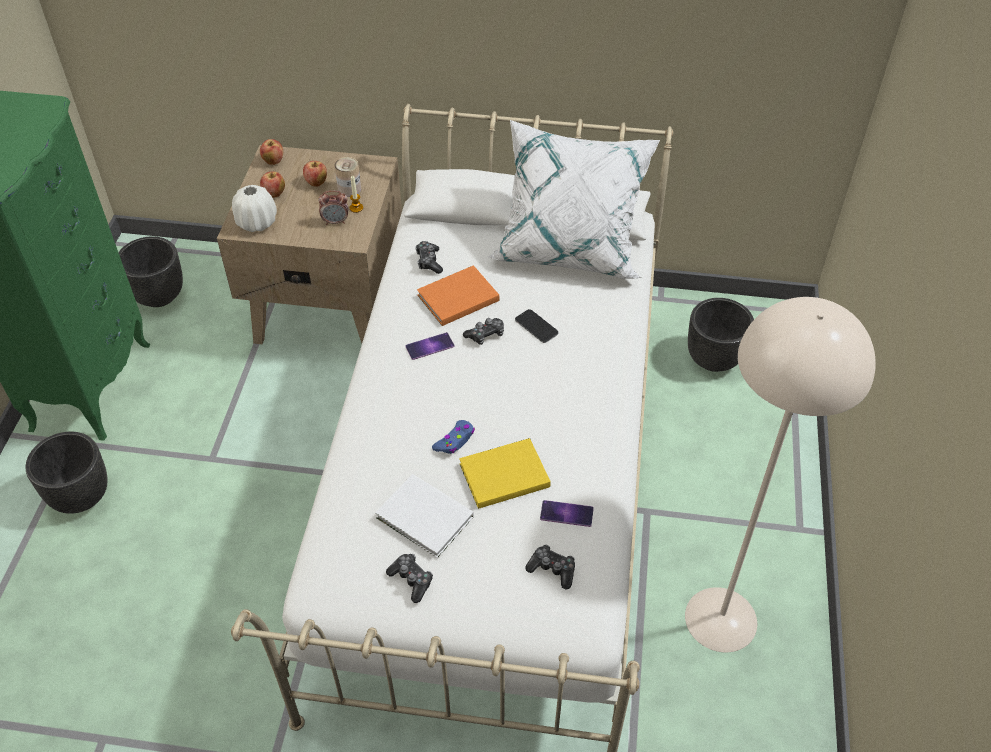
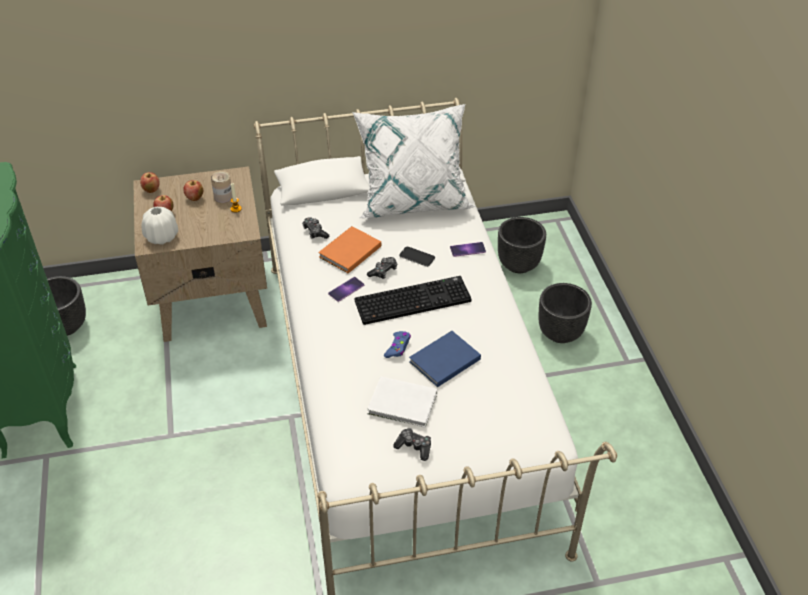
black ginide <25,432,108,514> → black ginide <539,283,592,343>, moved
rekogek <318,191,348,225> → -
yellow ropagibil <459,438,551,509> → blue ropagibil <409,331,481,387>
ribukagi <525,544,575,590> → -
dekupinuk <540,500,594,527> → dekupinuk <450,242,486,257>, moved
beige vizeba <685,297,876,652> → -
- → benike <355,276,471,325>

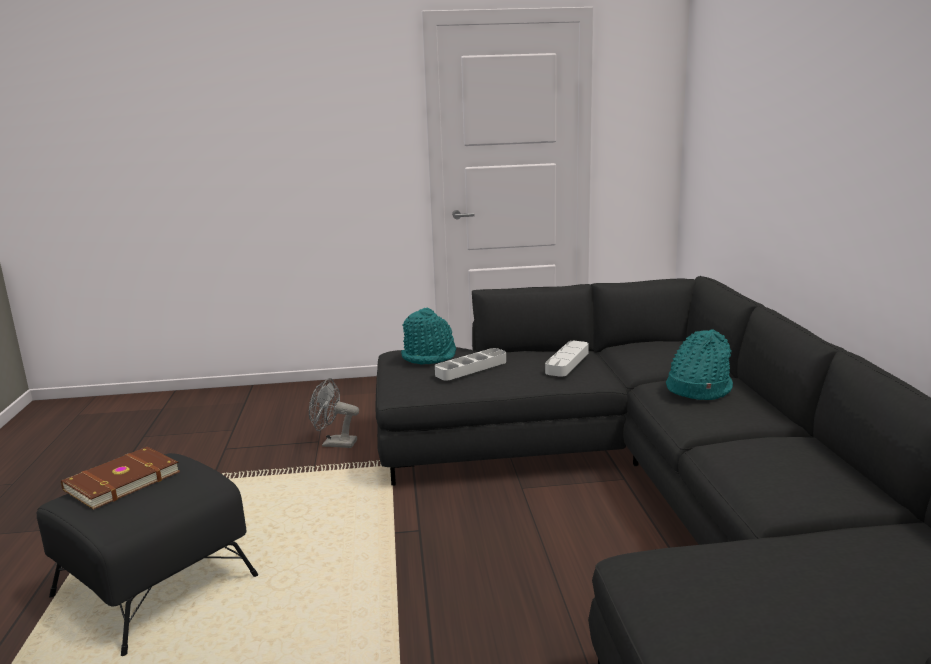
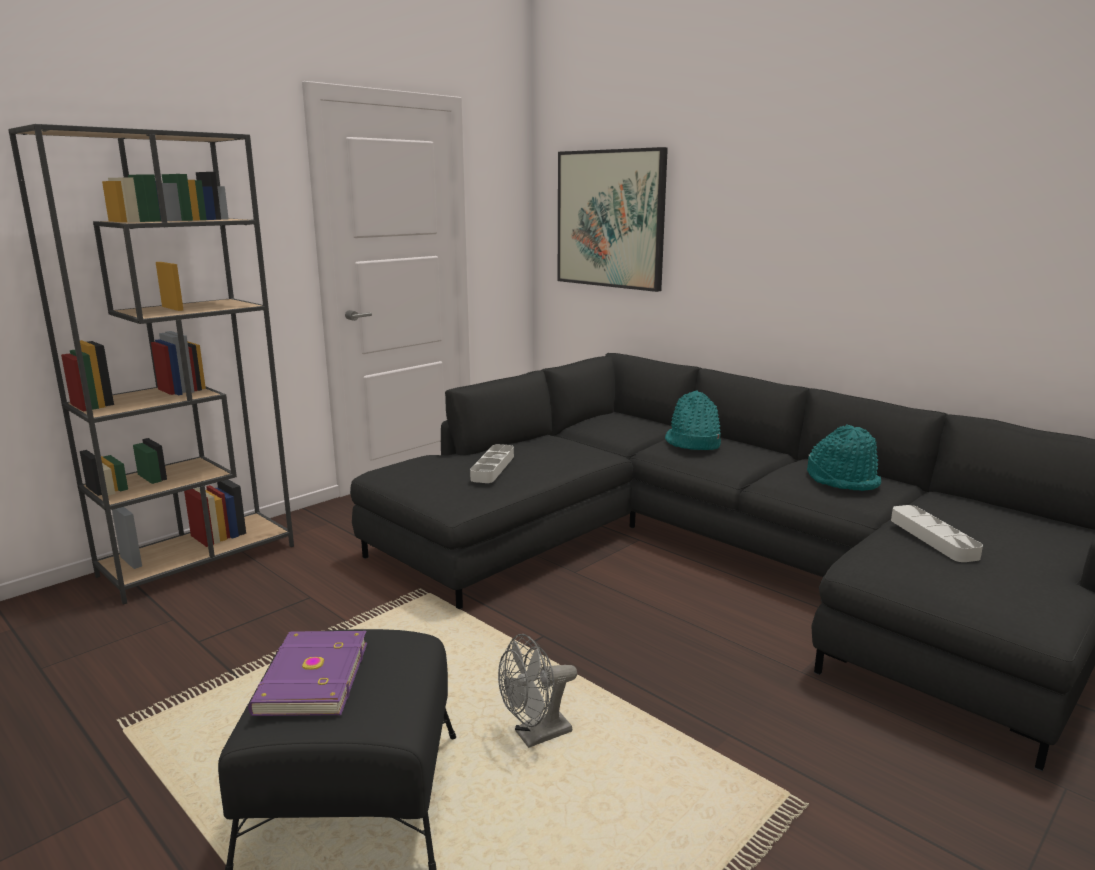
brown ropagibil <61,447,180,510> → purple ropagibil <248,631,367,716>
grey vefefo <309,378,359,448> → grey vefefo <498,634,577,748>, moved
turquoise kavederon <401,307,456,365> → turquoise kavederon <807,424,881,491>, moved
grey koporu <545,341,589,377> → grey koporu <891,505,983,562>, moved
- → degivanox <8,124,294,605>
- → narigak <558,147,668,292>

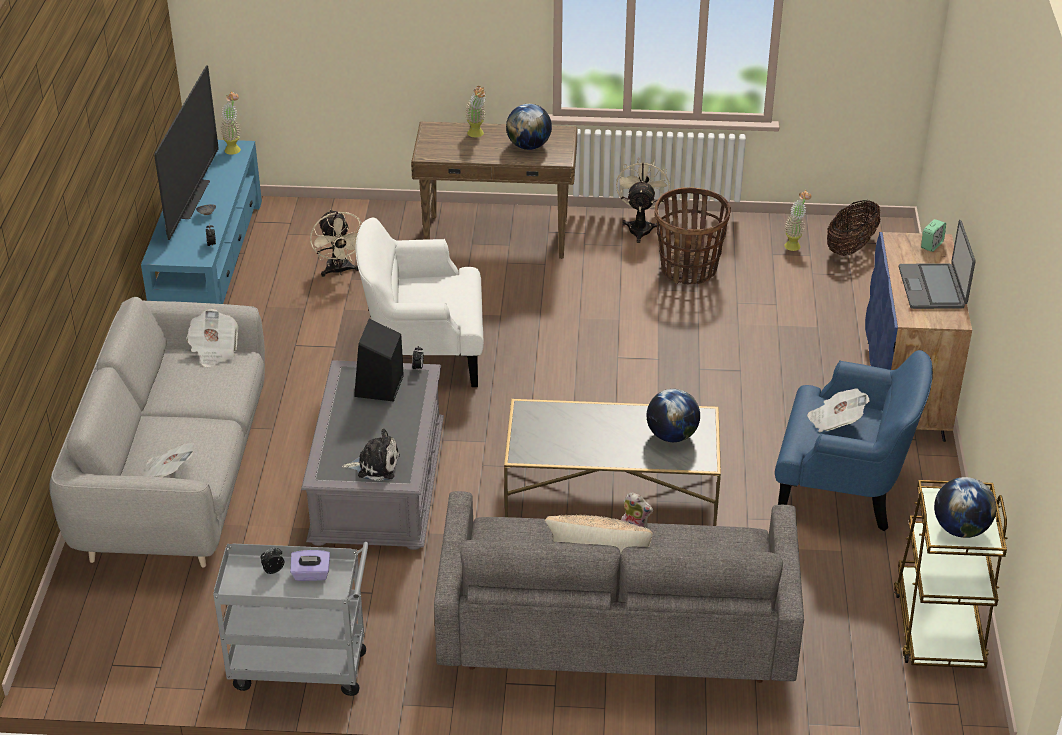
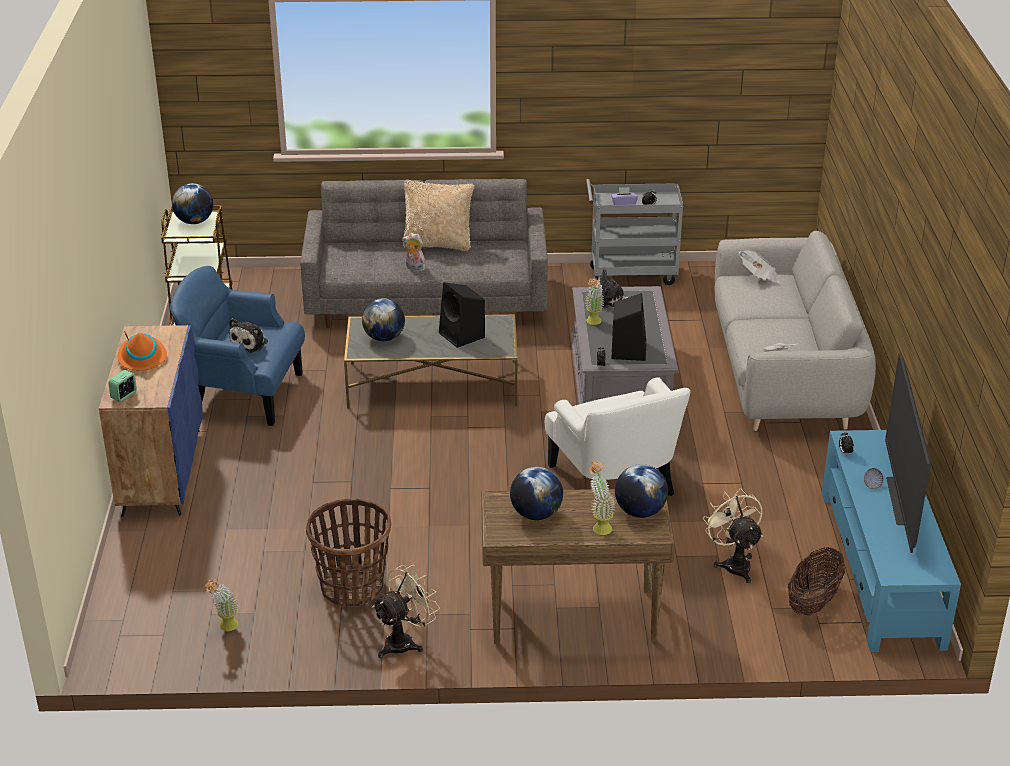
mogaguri <220,91,241,155> → mogaguri <585,277,605,325>, moved
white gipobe <356,218,484,387> → white gipobe <545,377,691,496>, 75 degrees clockwise
beige vefefo <616,158,670,243> → beige vefefo <372,565,440,658>, 135 degrees counterclockwise
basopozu <807,388,869,432> → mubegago <229,318,268,353>
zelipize <827,200,880,256> → zelipize <788,547,845,616>, moved
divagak <899,220,975,309> → orange kavederon <118,331,167,370>
- → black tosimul <439,282,485,348>
- → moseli <615,464,668,518>

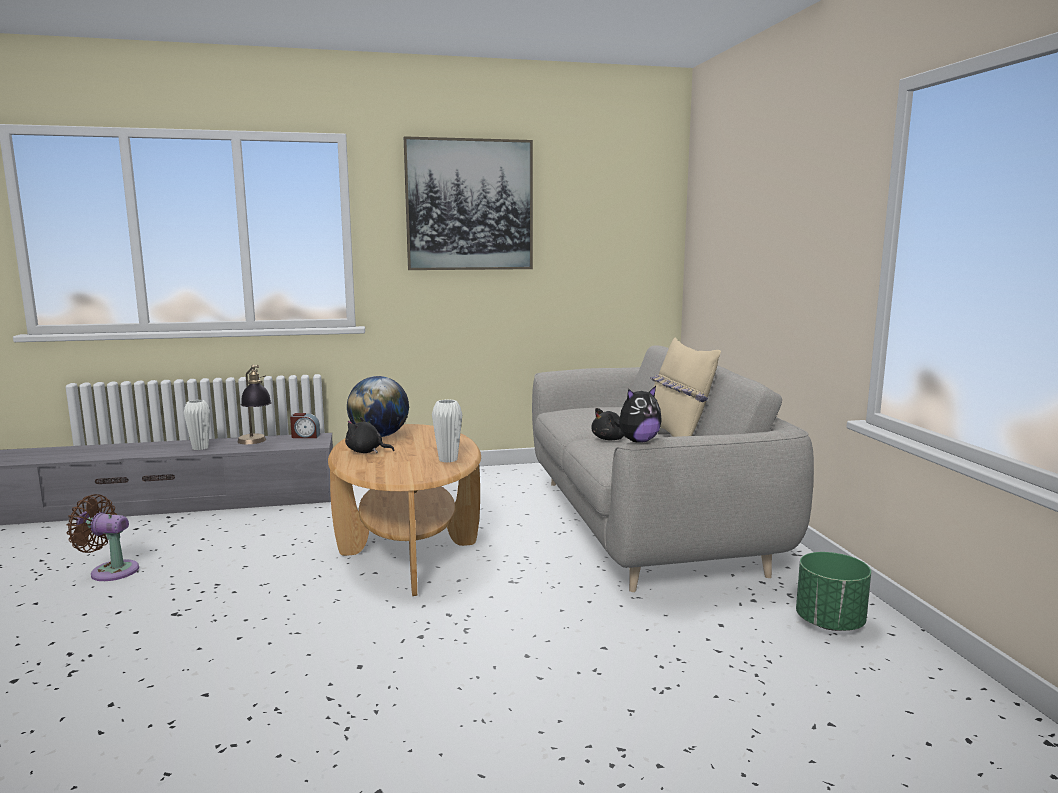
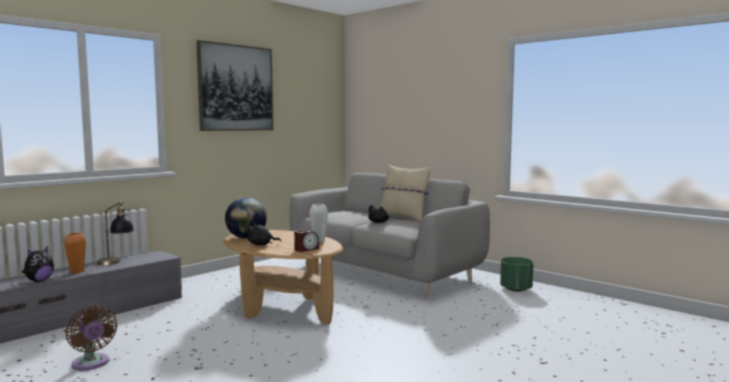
brown vefefo <66,494,139,581> → brown vefefo <65,305,117,370>, 105 degrees counterclockwise
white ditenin <184,400,210,450> → orange ditenin <64,233,86,274>
rekogek <290,413,320,438> → rekogek <294,229,319,252>, moved
mubegago <614,386,662,443> → mubegago <22,246,54,282>, moved

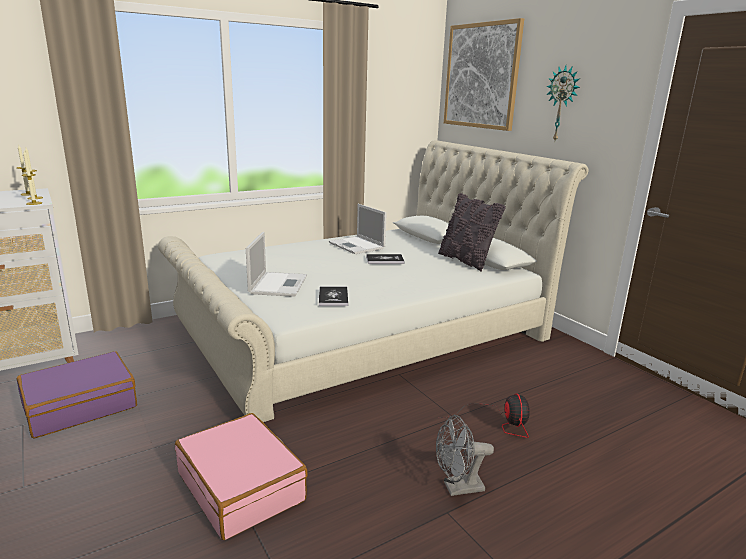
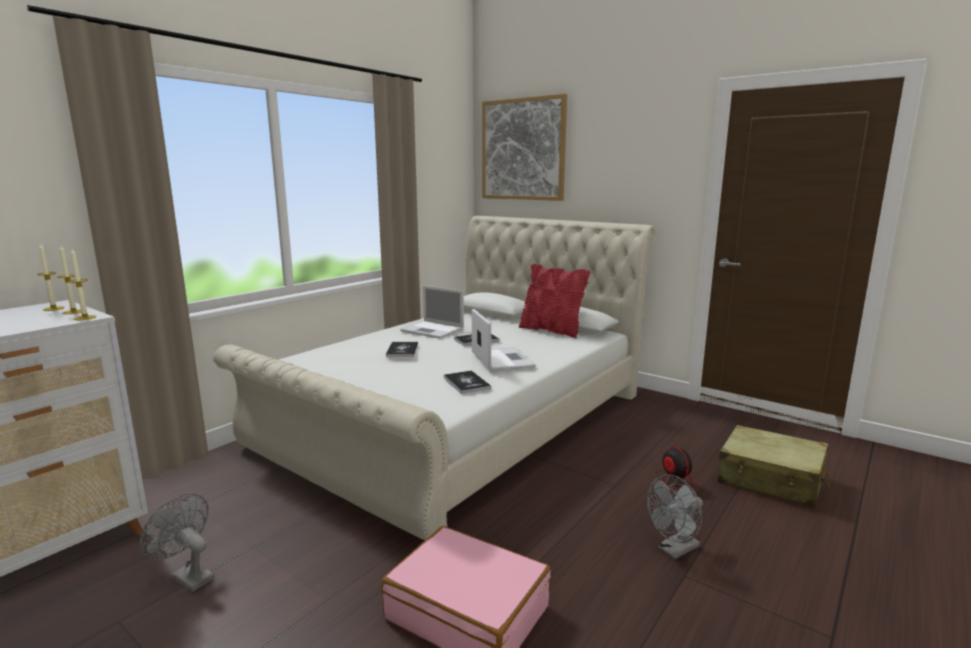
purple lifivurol <17,351,137,438> → grey vefefo <140,494,214,592>
divagak <246,232,307,297> → divagak <472,309,536,372>, moved
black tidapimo <438,193,506,272> → red tidapimo <519,264,590,338>
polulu <546,66,580,141> → -
- → ropagibil <386,342,418,357>
- → beige lifivurol <718,425,829,508>

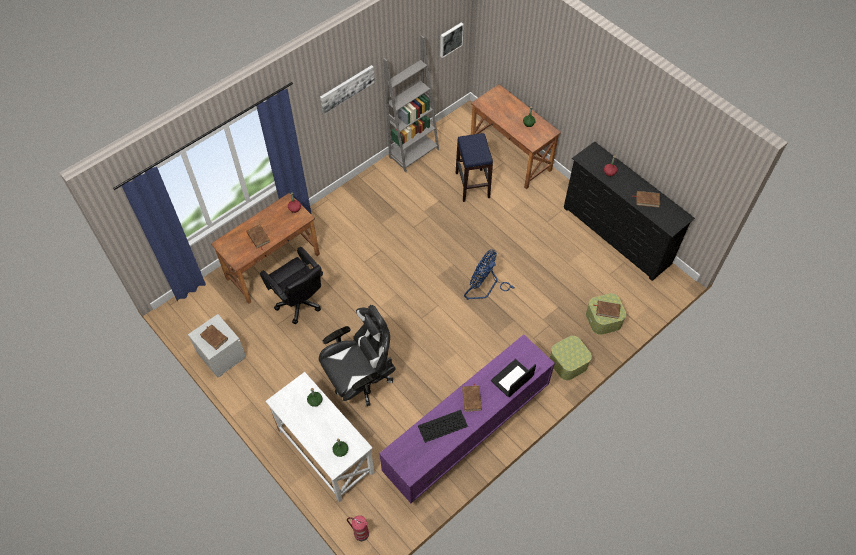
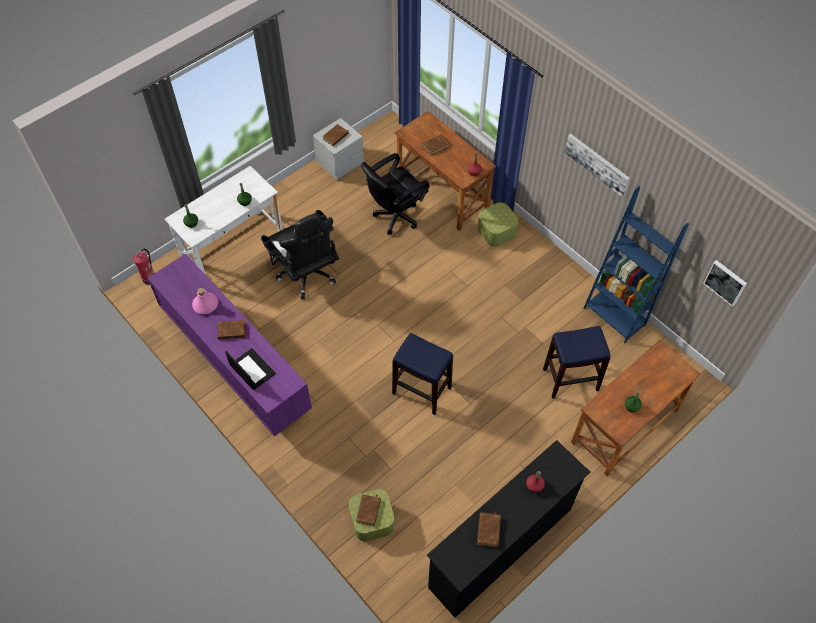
grey degivanox <383,35,439,172> → blue degivanox <583,186,689,344>
benike <418,410,468,443> → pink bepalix <192,288,218,314>
blue vefefo <464,249,514,300> → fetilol <392,333,453,415>
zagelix <550,336,592,380> → zagelix <478,202,519,247>, moved

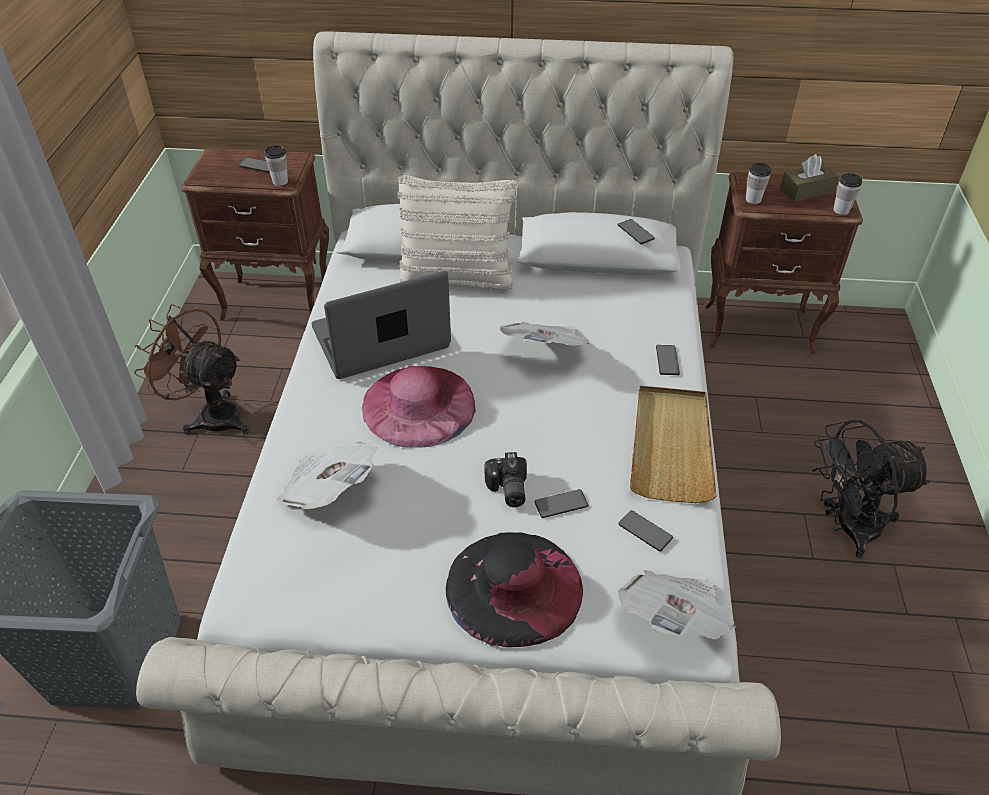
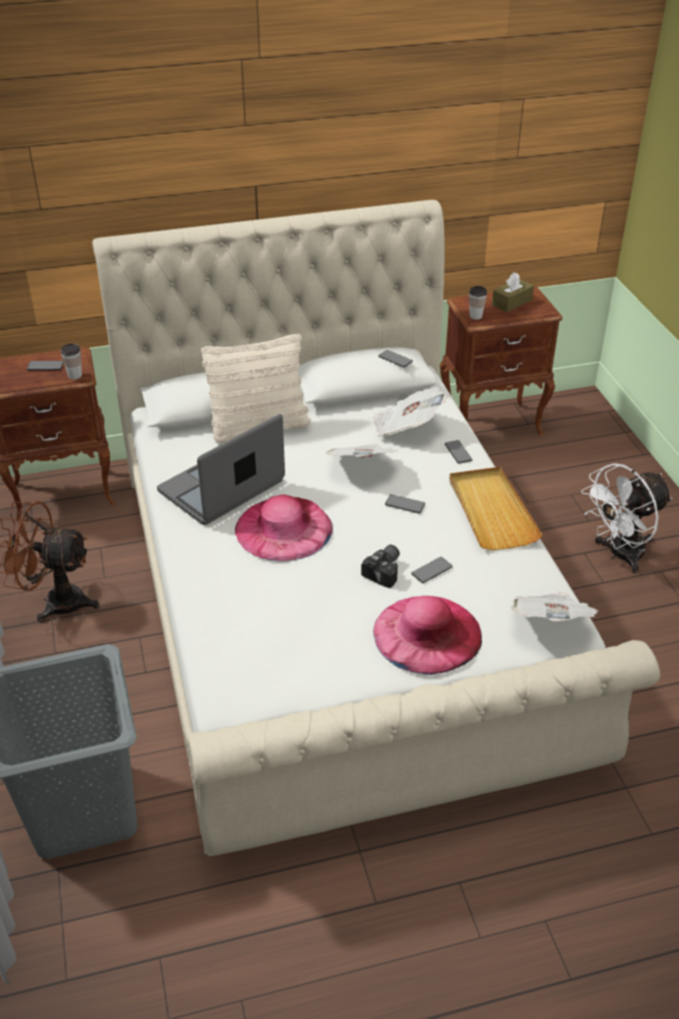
basopozu <276,442,378,509> → basopozu <373,387,446,437>, moved
black kavederon <446,532,583,647> → pink kavederon <373,596,482,675>
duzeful <485,452,527,507> → duzeful <361,545,400,588>, 120 degrees counterclockwise
dekupinuk <618,510,673,552> → dekupinuk <385,494,425,514>, moved
black vefefo <812,420,930,558> → white vefefo <581,463,672,573>
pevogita <833,173,863,215> → -

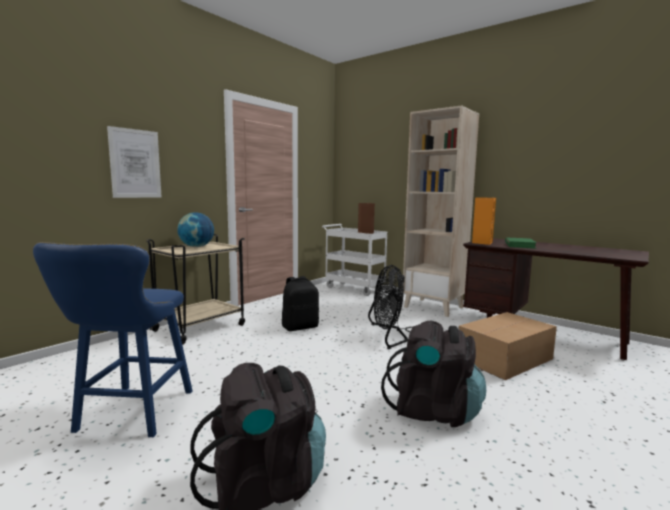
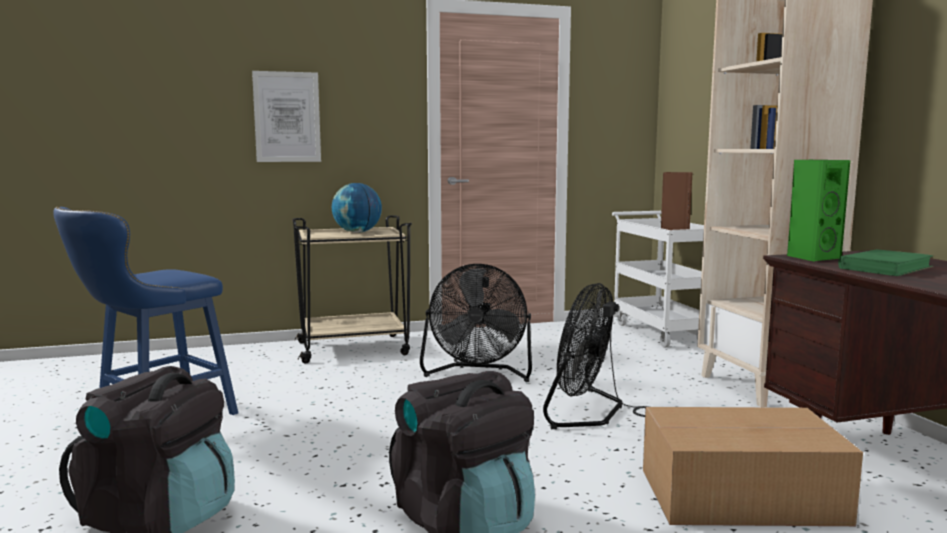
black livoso <282,276,319,331> → black vefefo <420,264,532,382>
orange tosimul <472,197,496,245> → green tosimul <787,160,850,262>

